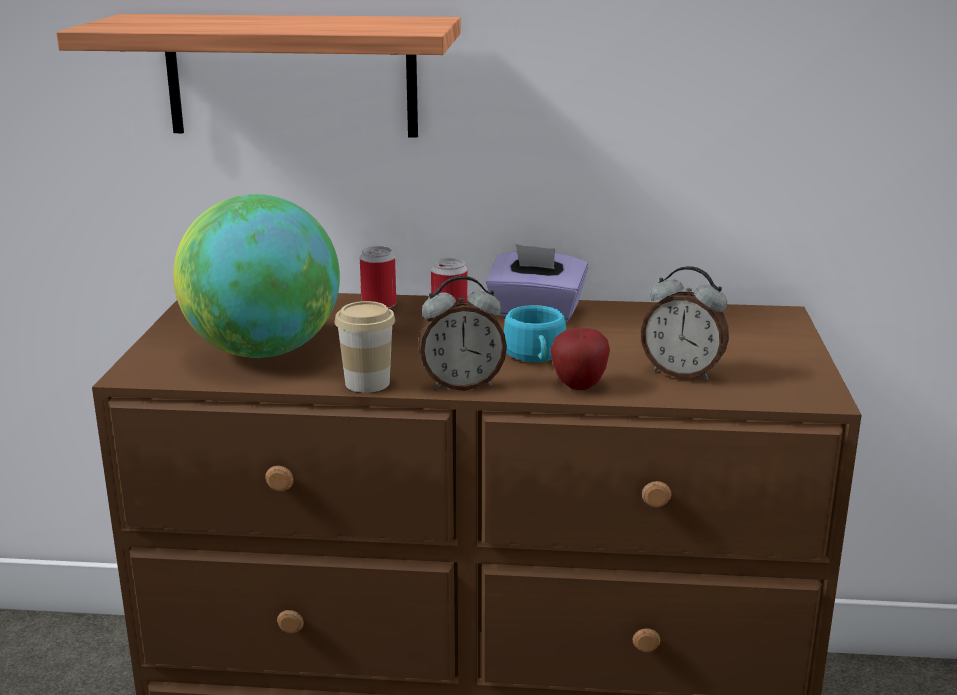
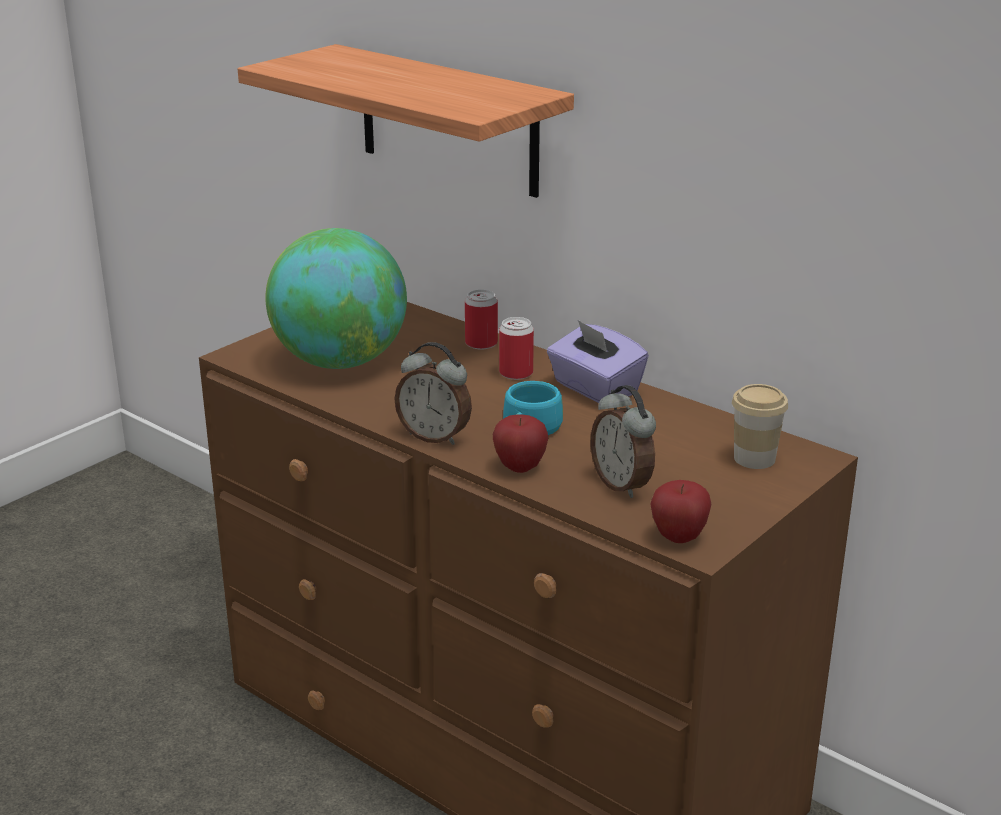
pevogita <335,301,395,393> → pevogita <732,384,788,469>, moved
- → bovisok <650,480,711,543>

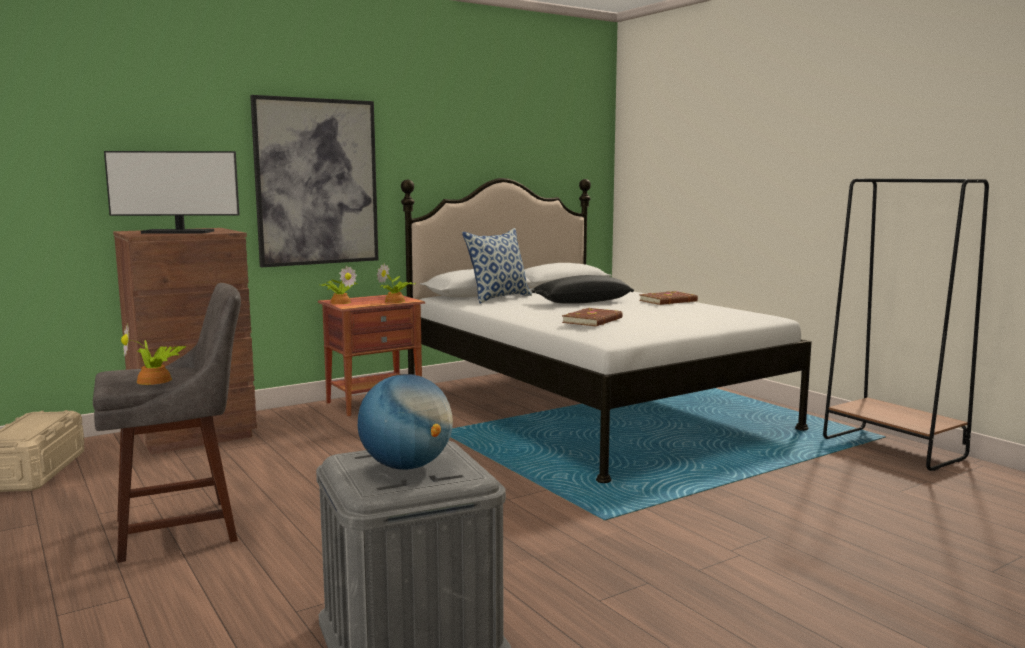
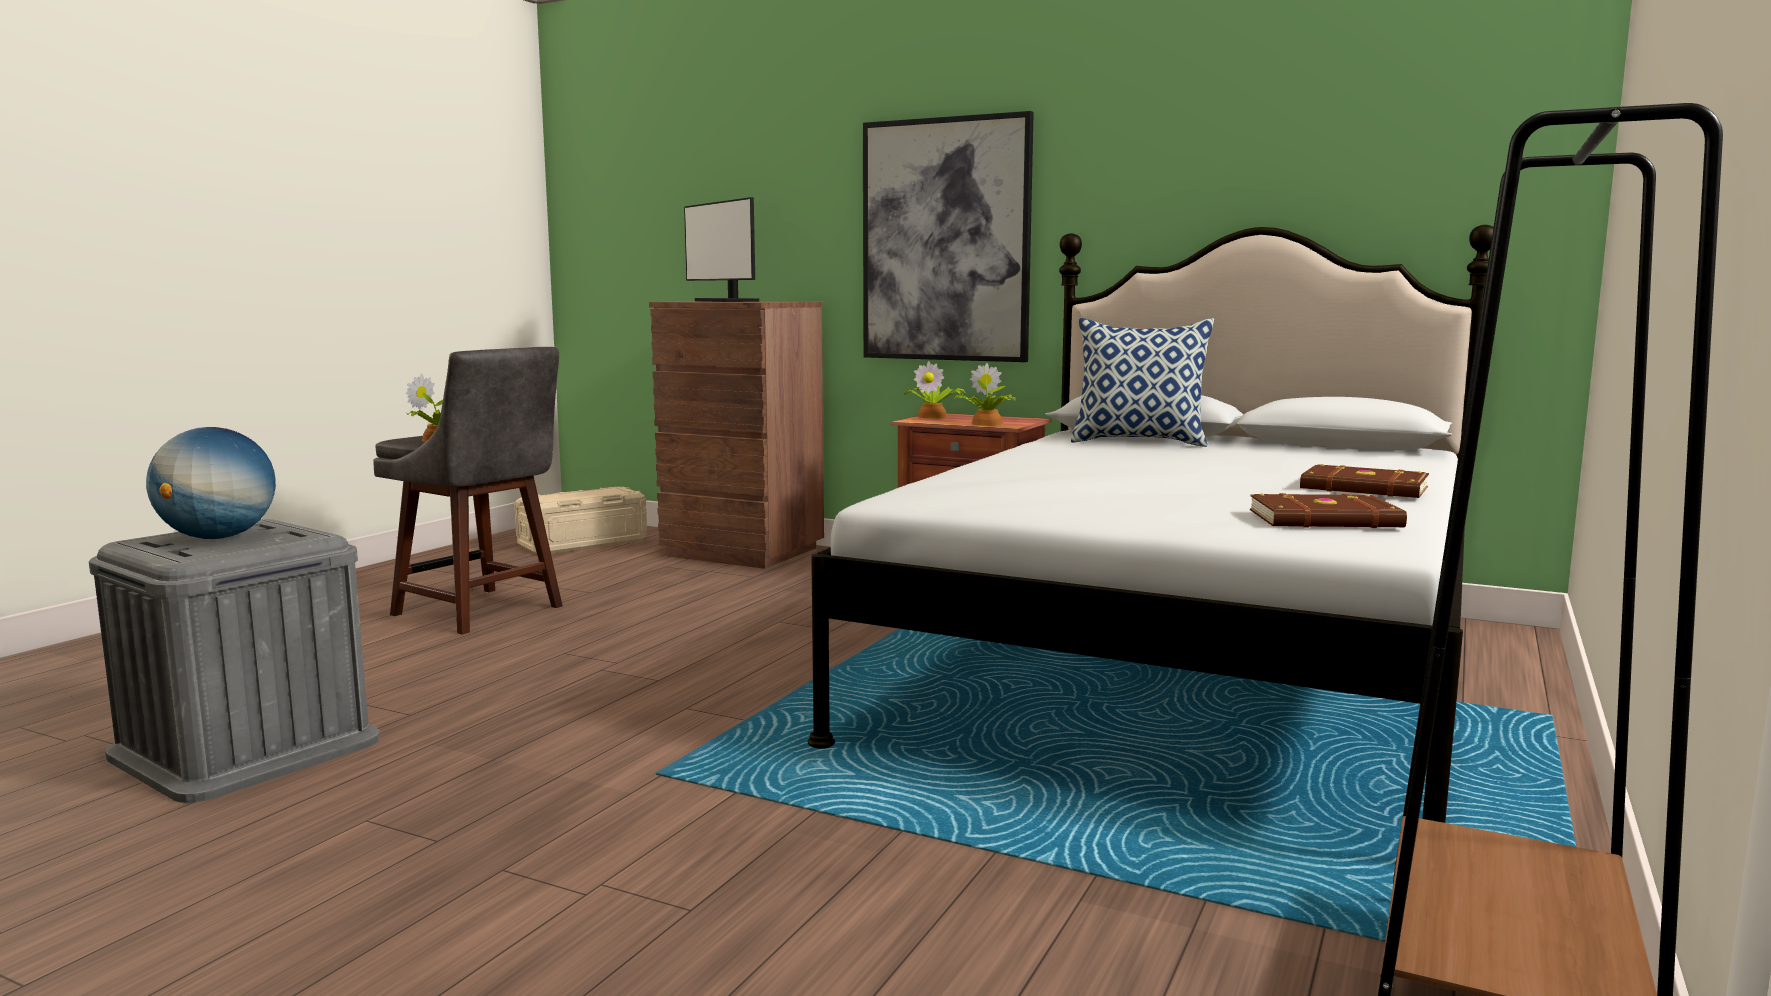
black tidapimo <532,275,634,304> → -
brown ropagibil <562,308,623,326> → brown ropagibil <1250,493,1407,528>, moved

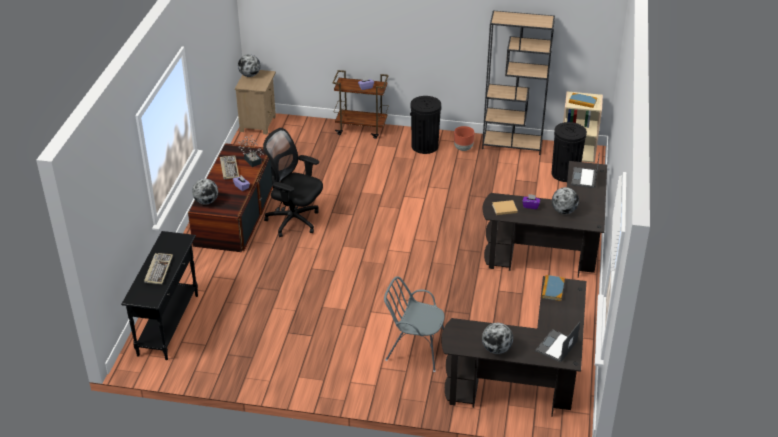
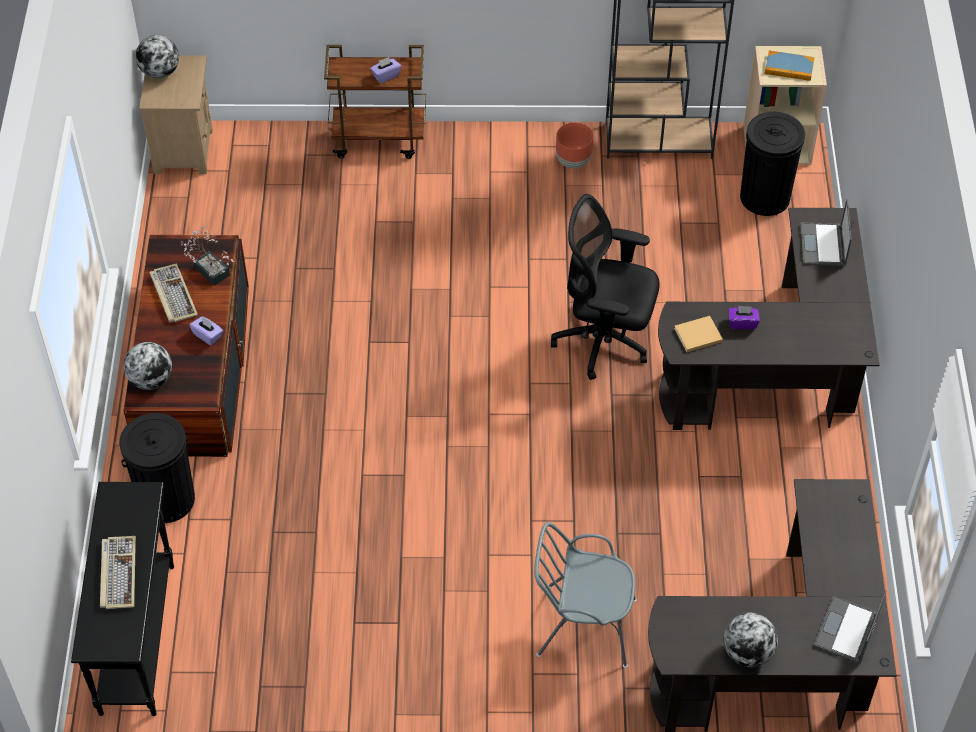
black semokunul <263,128,323,237> → black semokunul <551,194,660,380>, moved
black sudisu <410,96,441,154> → black sudisu <119,413,195,523>, moved
ropagibil <542,275,565,301> → -
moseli <552,187,579,214> → -

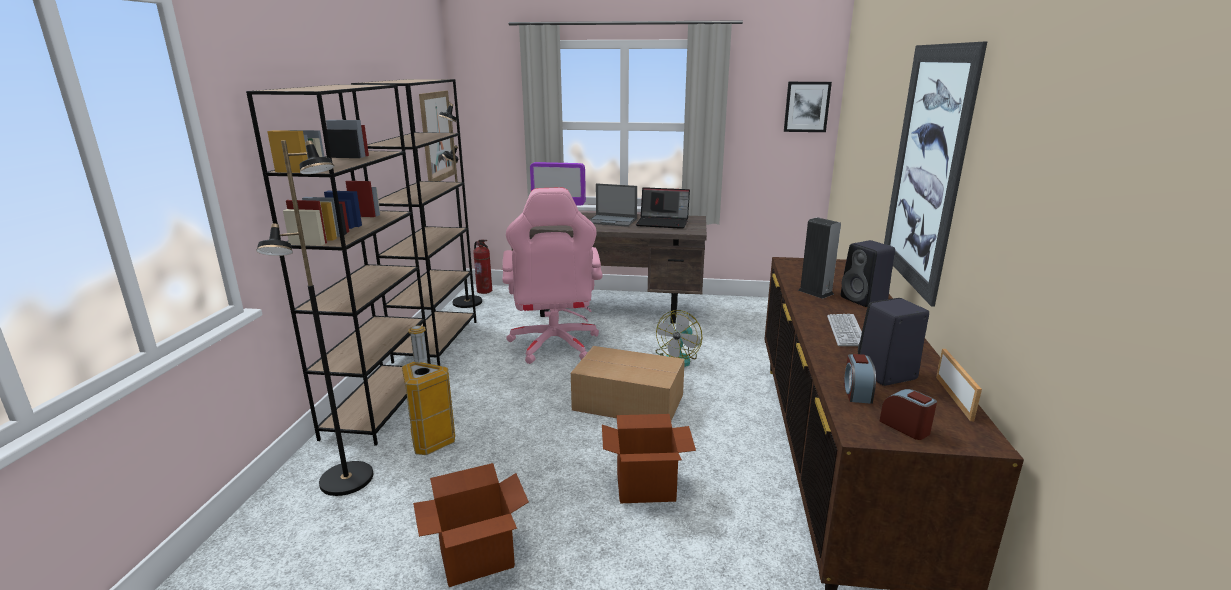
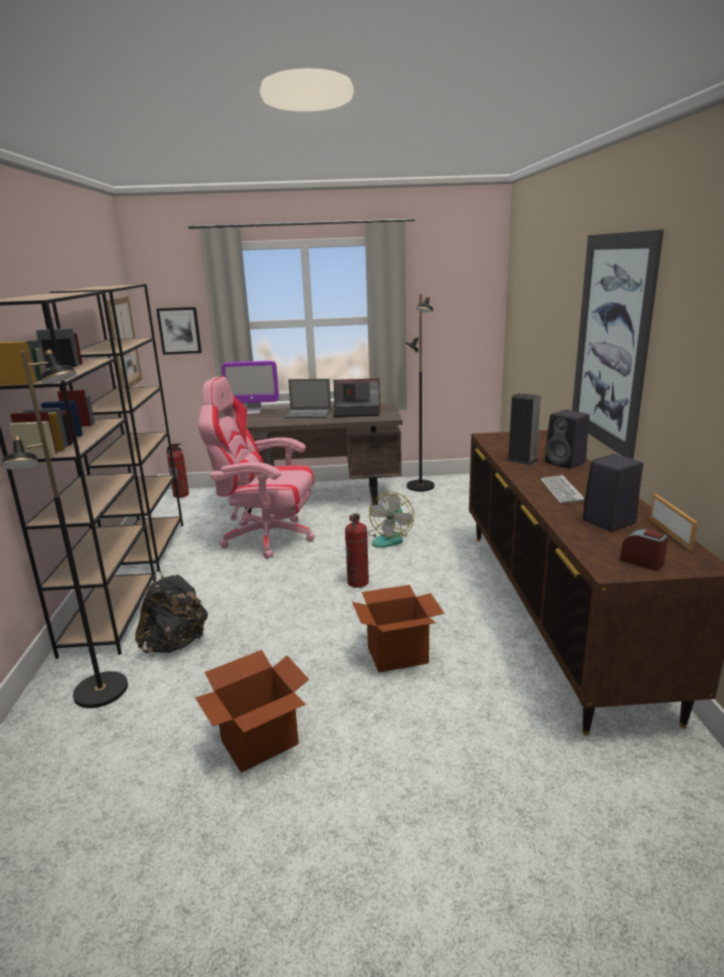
sudisu <402,325,455,455> → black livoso <135,570,208,653>
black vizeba <439,102,482,308> → black vizeba <404,294,435,491>, moved
pink semokunul <502,187,602,364> → pink semokunul <198,376,315,559>, 120 degrees clockwise
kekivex <571,346,685,421> → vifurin <345,513,369,588>
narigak <784,82,832,132> → narigak <156,307,202,355>, moved
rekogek <844,354,876,404> → -

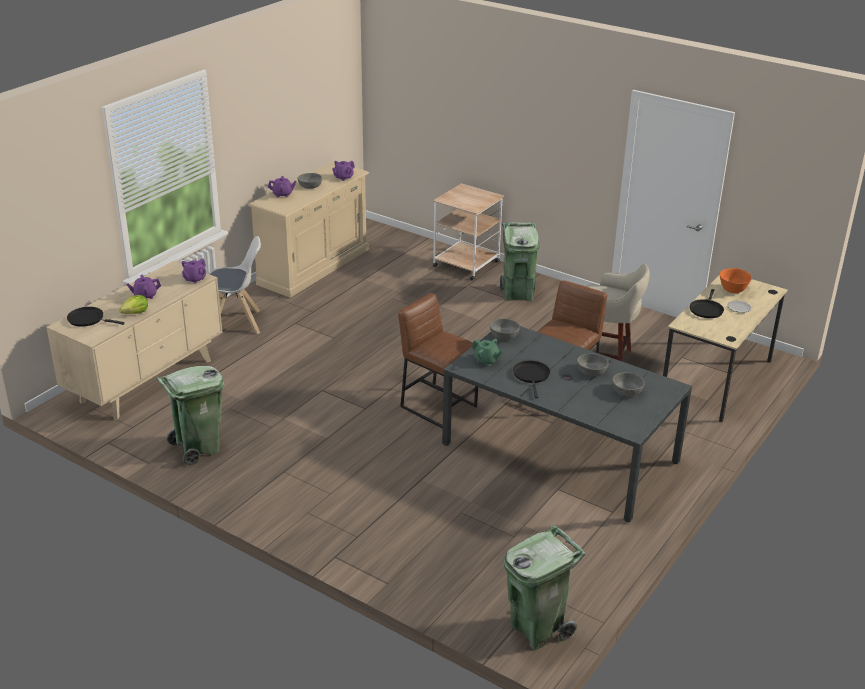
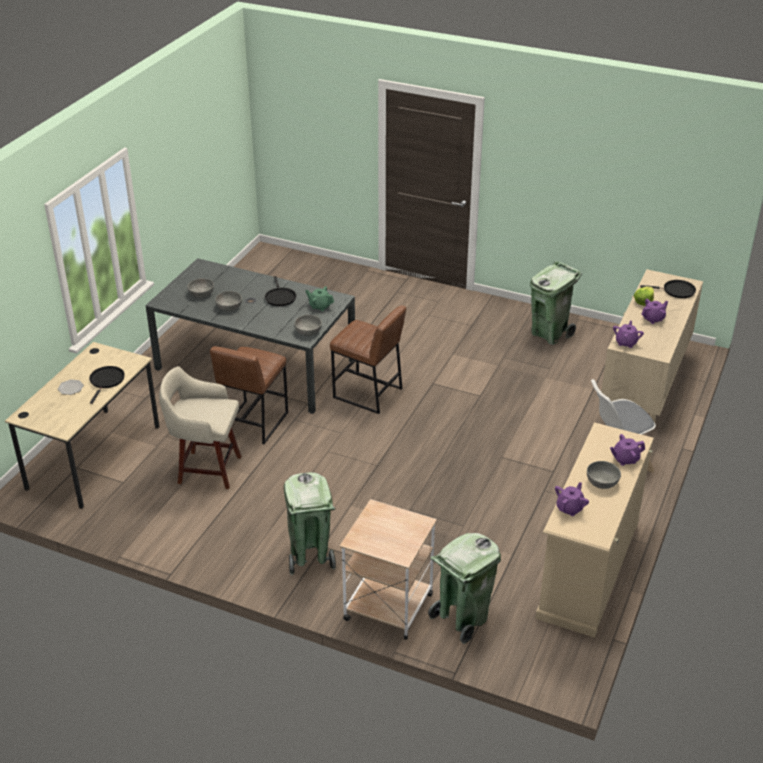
green sudisu <504,525,585,650> → green sudisu <428,533,501,644>, moved
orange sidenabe <719,268,752,293> → -

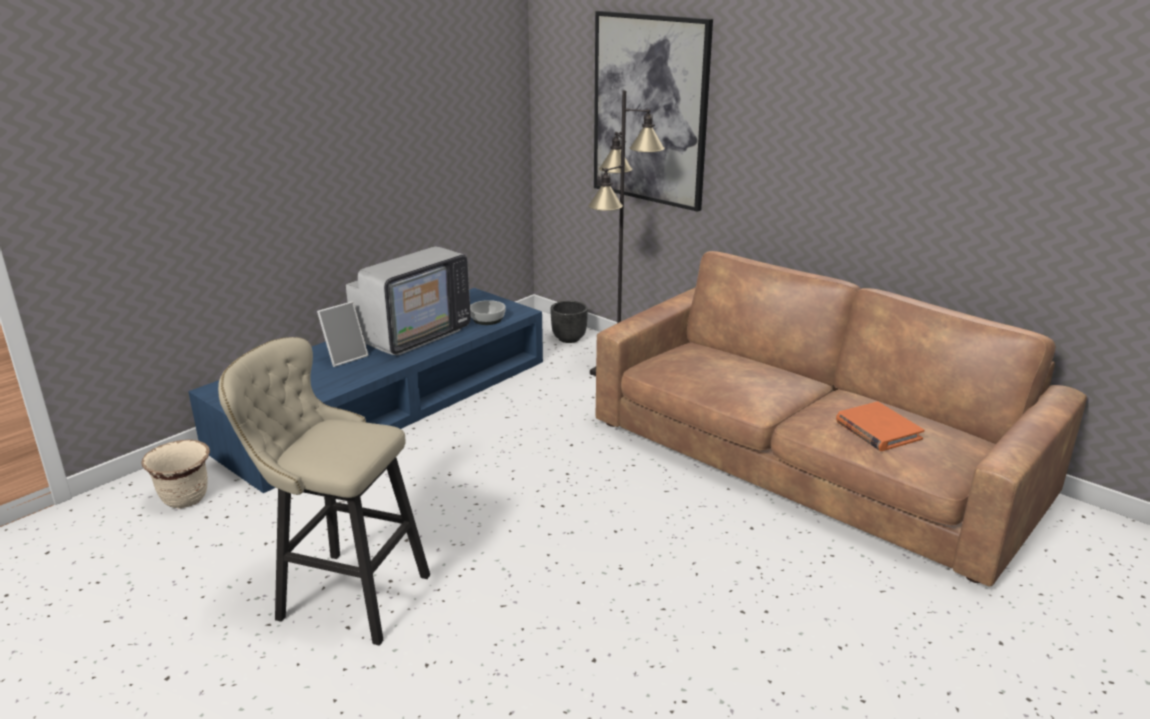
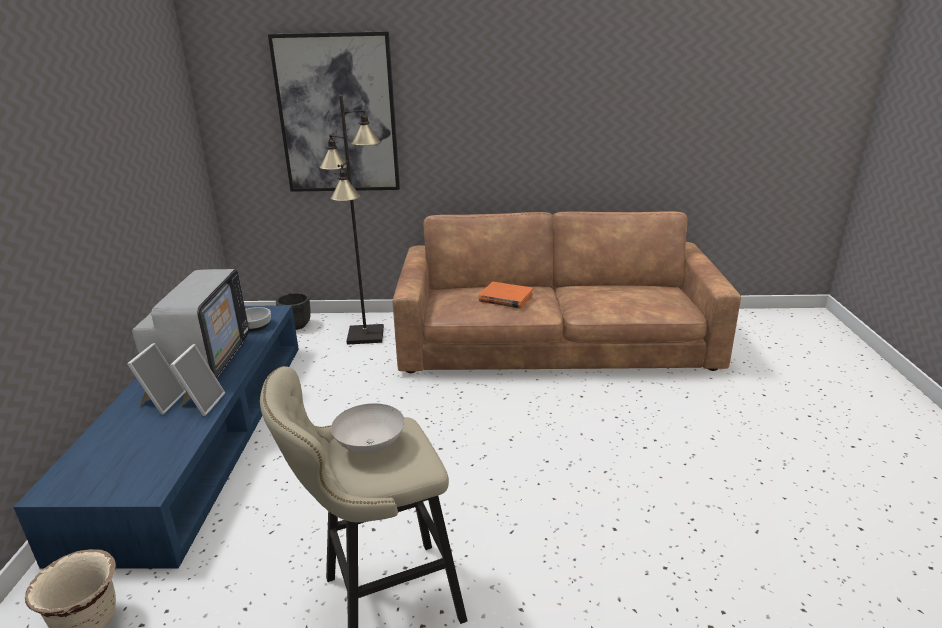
orange ropagibil <836,401,924,451> → orange ropagibil <479,282,533,308>, moved
- → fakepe <170,344,225,416>
- → white sidenabe <331,403,405,454>

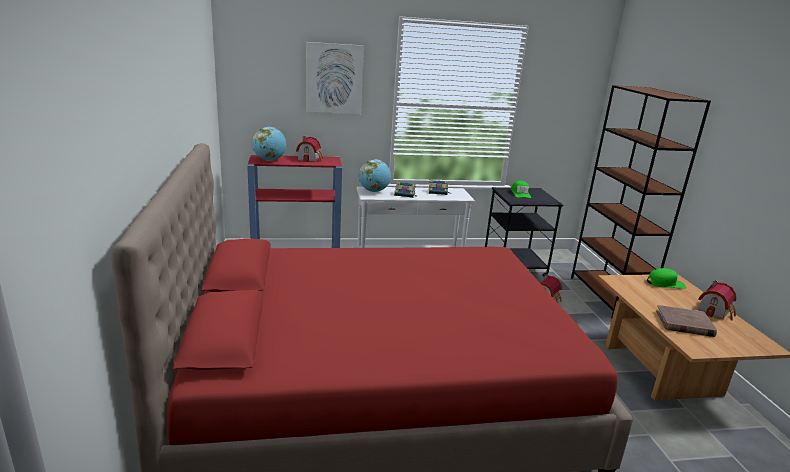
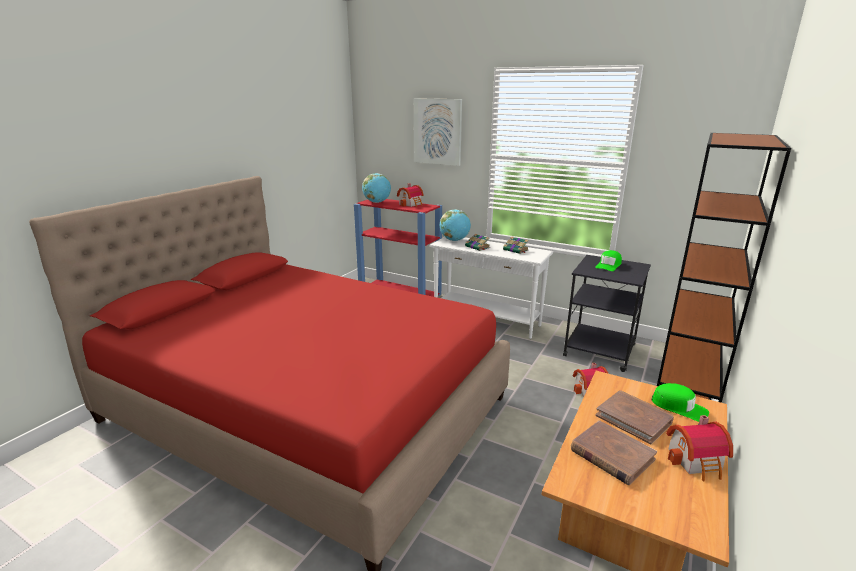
- → brown ropagibil <595,390,674,444>

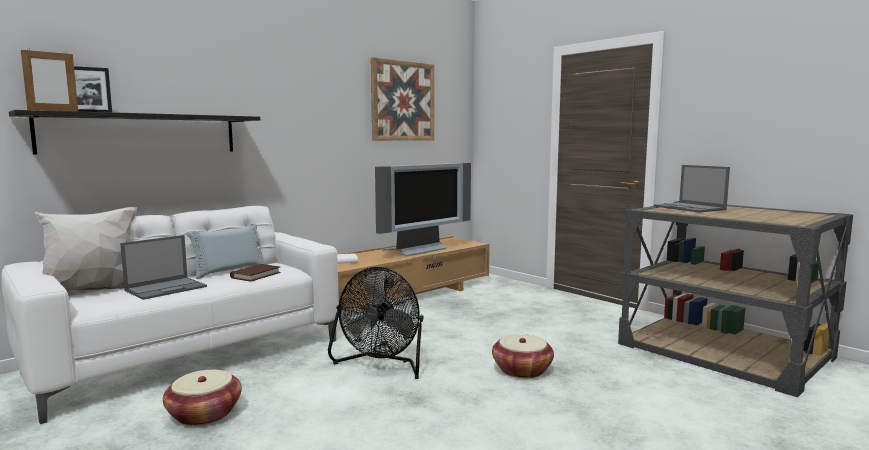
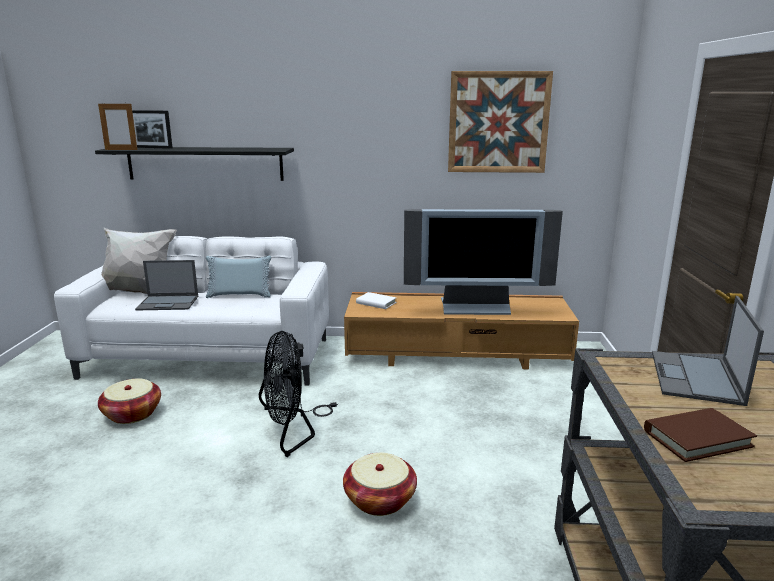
brown ropagibil <230,264,281,282> → brown ropagibil <644,408,757,462>, moved

